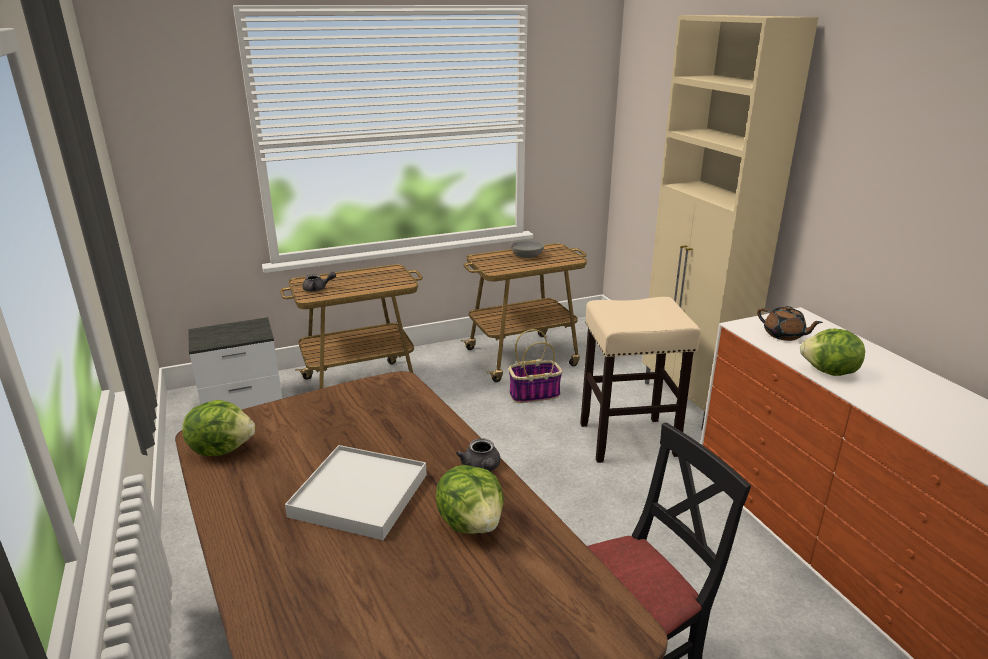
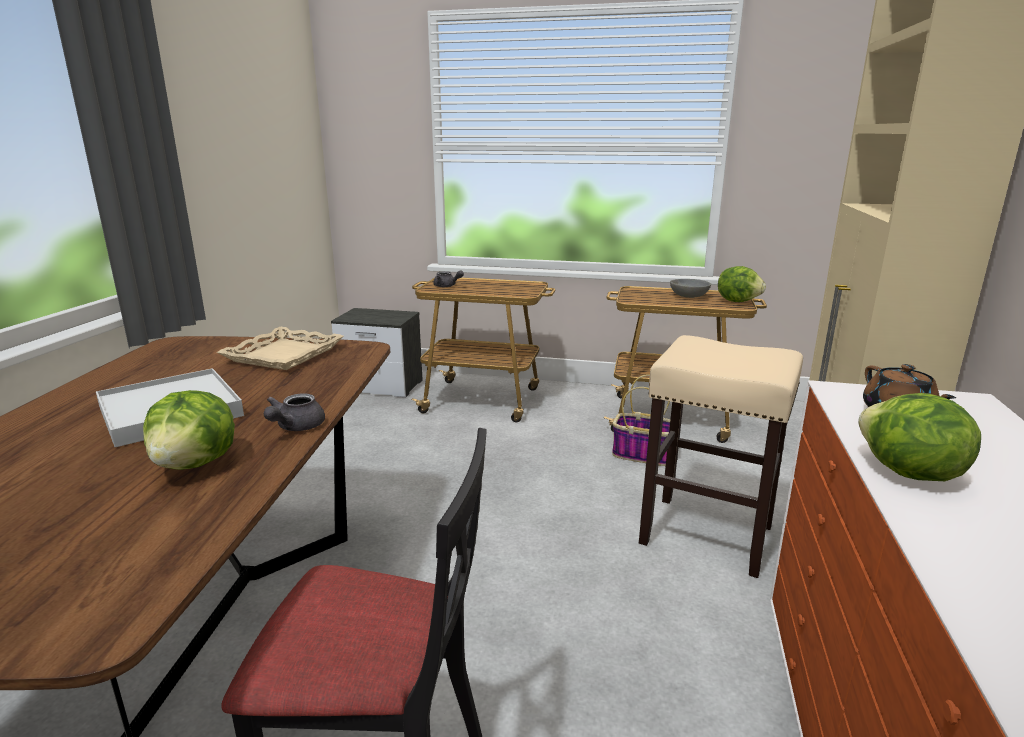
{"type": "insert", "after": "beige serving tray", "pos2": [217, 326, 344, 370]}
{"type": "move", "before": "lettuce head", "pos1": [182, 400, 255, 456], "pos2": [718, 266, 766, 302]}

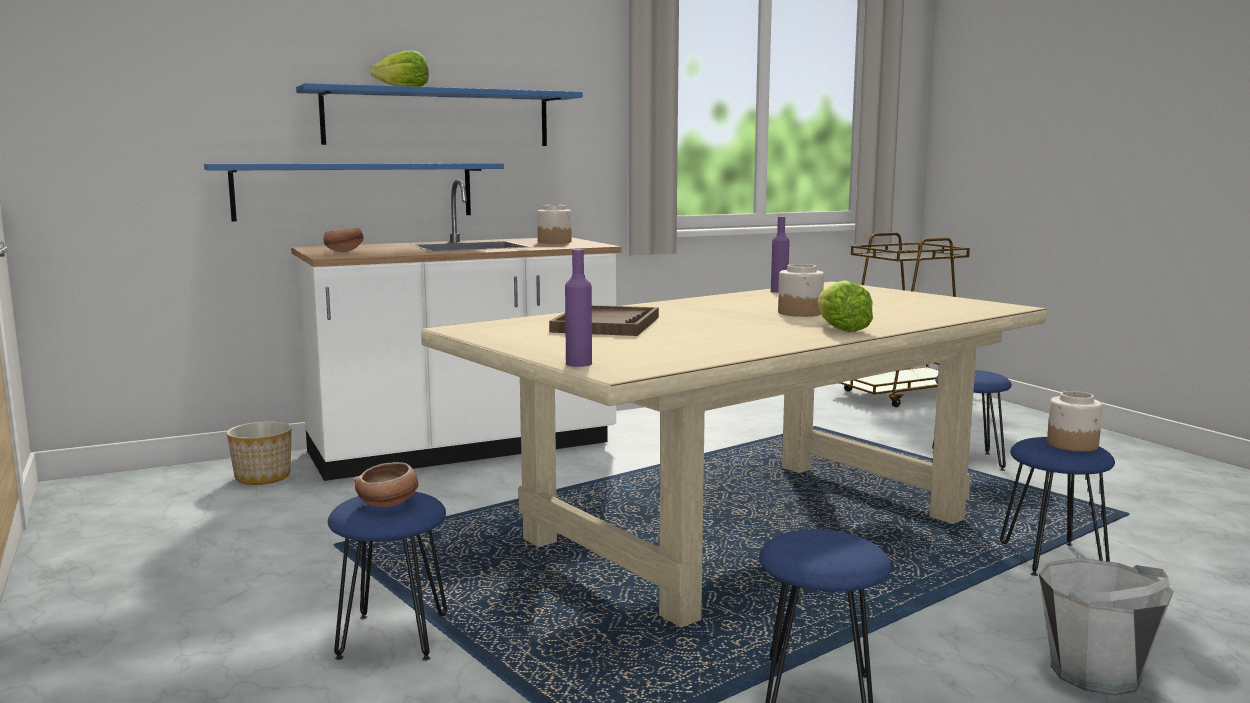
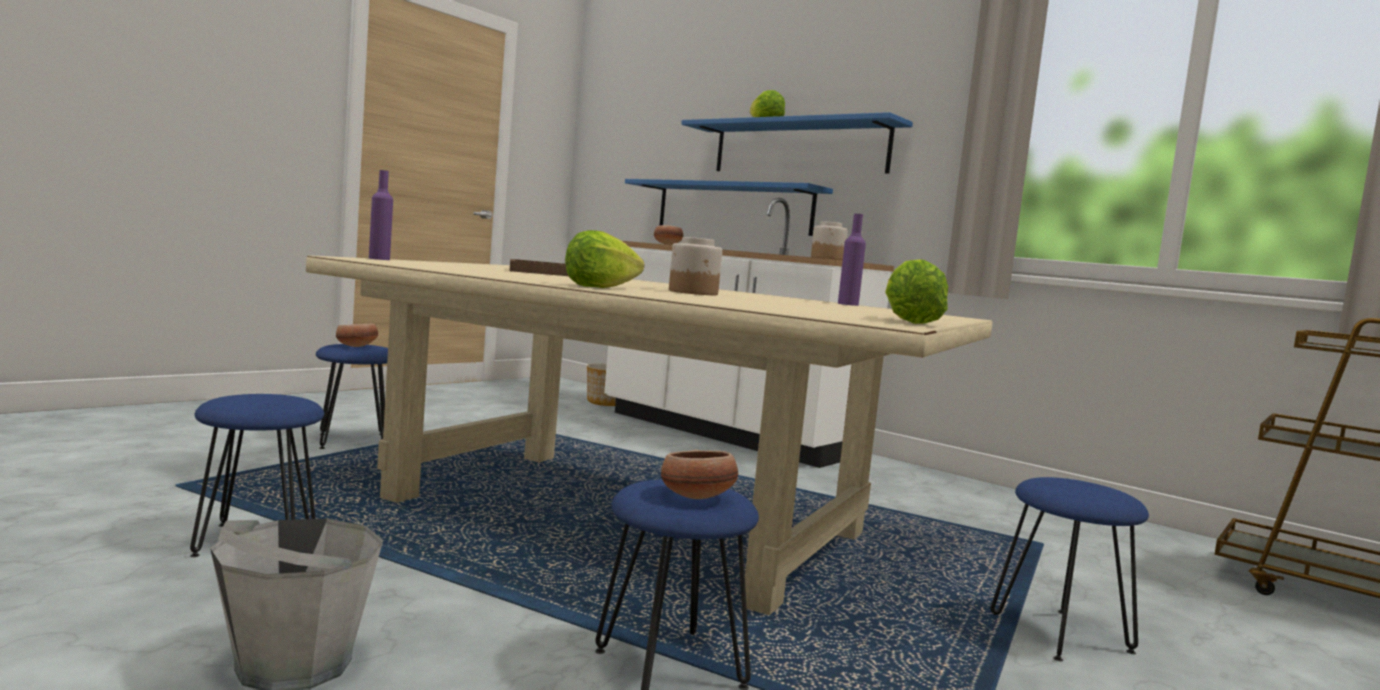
{"type": "insert", "after": "lettuce head", "pos2": [885, 259, 948, 324]}
{"type": "replace", "before": "storage jar", "after": "bowl", "pos1": [1047, 391, 1103, 452], "pos2": [661, 449, 738, 499]}

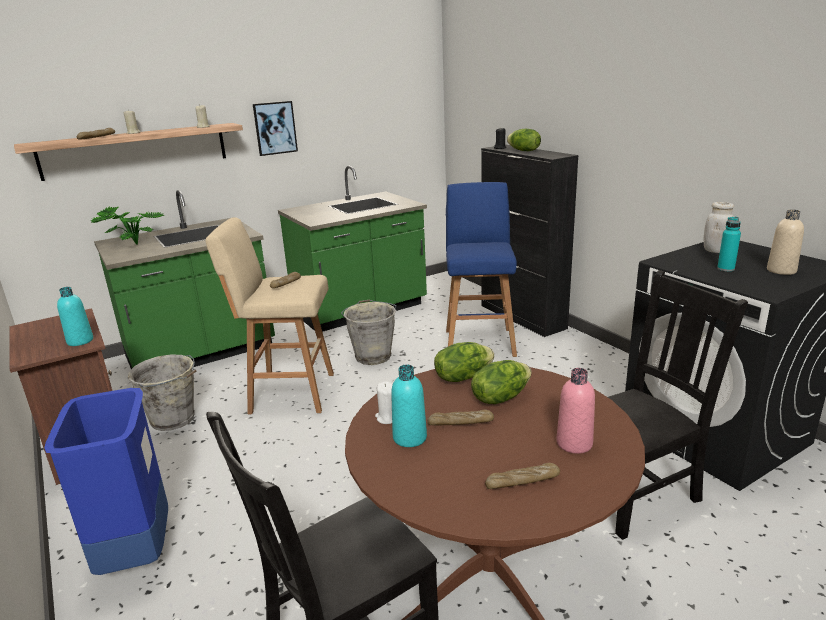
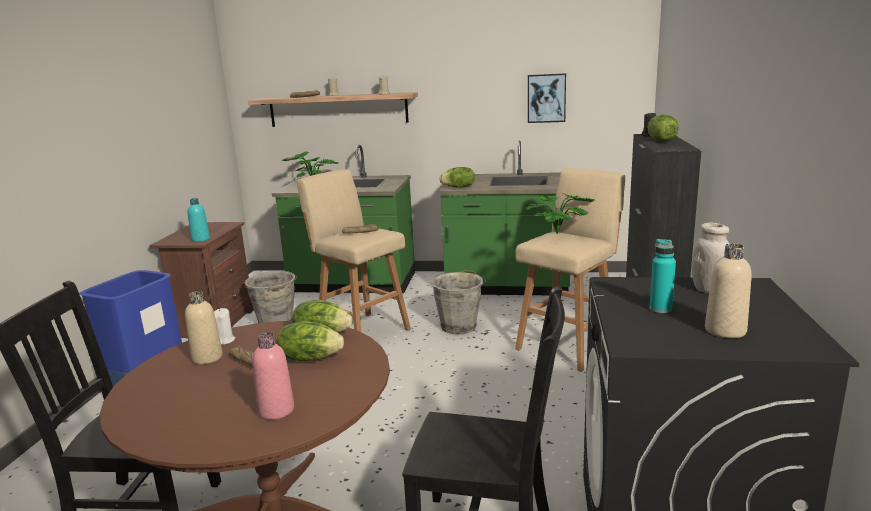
{"type": "delete", "before": "bakery bread", "pos1": [485, 463, 560, 489]}
{"type": "insert", "after": "lettuce head", "pos2": [439, 167, 475, 188]}
{"type": "insert", "after": "potted plant", "pos2": [526, 193, 595, 234]}
{"type": "move", "before": "wall art", "pos1": [253, 101, 298, 156], "pos2": [528, 73, 566, 123]}
{"type": "recolor", "before": "turquoise bottle", "after": "beige bottle", "pos1": [391, 365, 427, 447], "pos2": [185, 291, 223, 364]}
{"type": "recolor", "before": "blue sitting stool", "after": "beige sitting stool", "pos1": [446, 182, 517, 357], "pos2": [515, 168, 625, 372]}

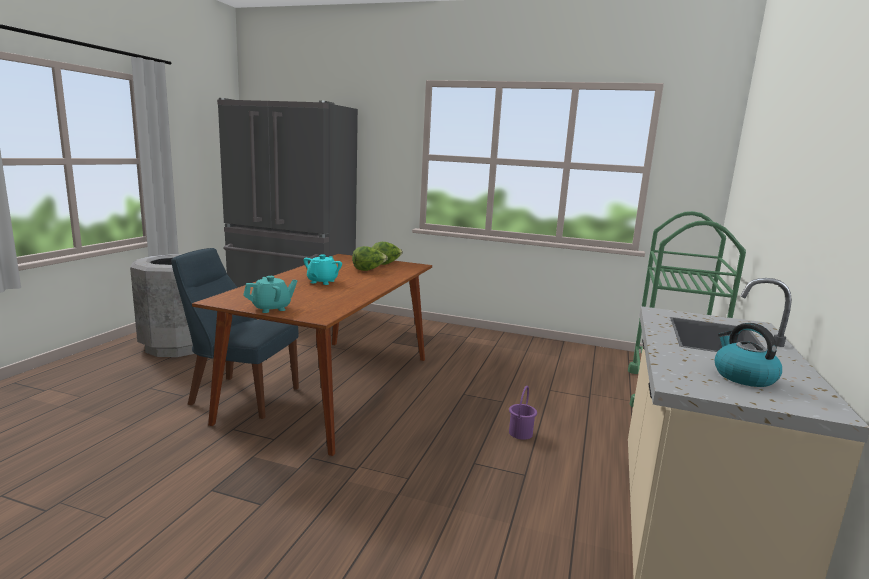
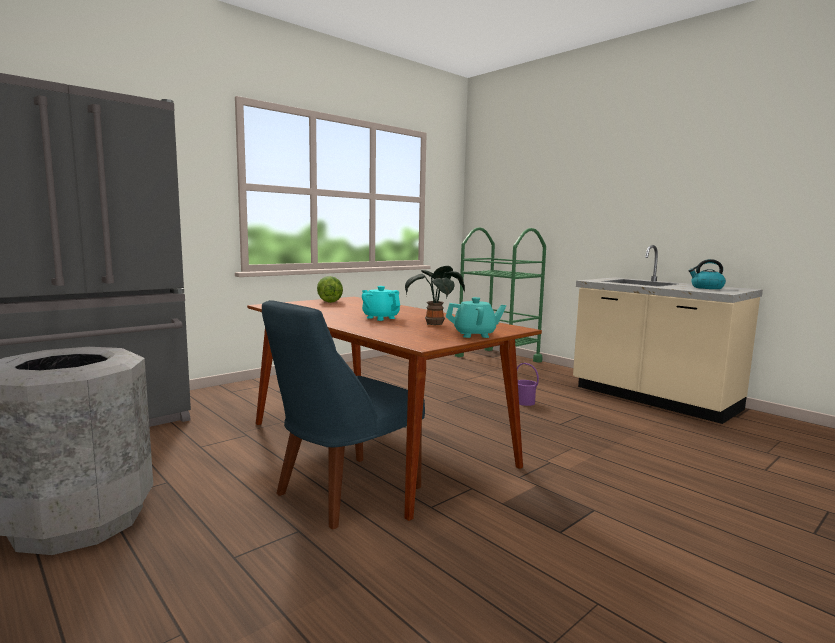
{"type": "delete", "before": "lettuce head", "pos1": [352, 246, 388, 271]}
{"type": "insert", "after": "potted plant", "pos2": [405, 266, 465, 325]}
{"type": "rotate", "before": "turquoise tea pot", "pos1": [243, 276, 298, 313], "pos2": [445, 297, 506, 338], "turn": 90}

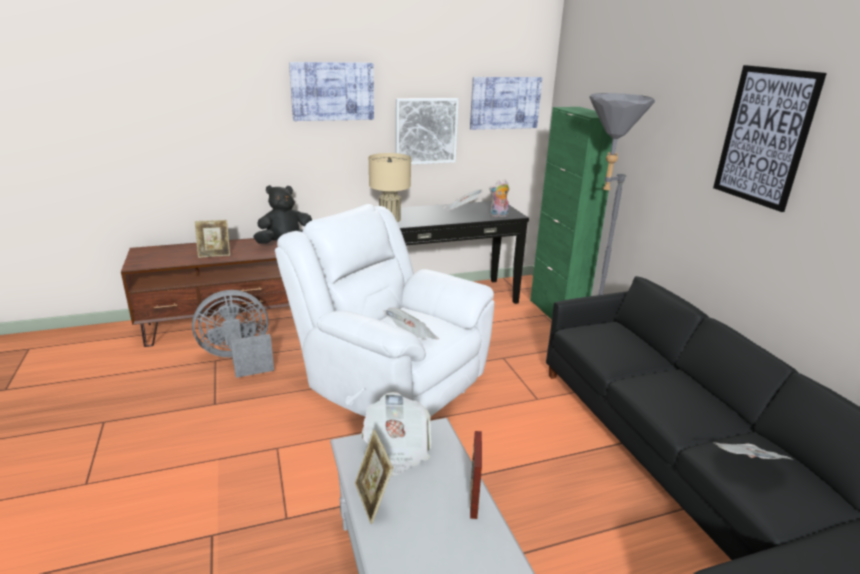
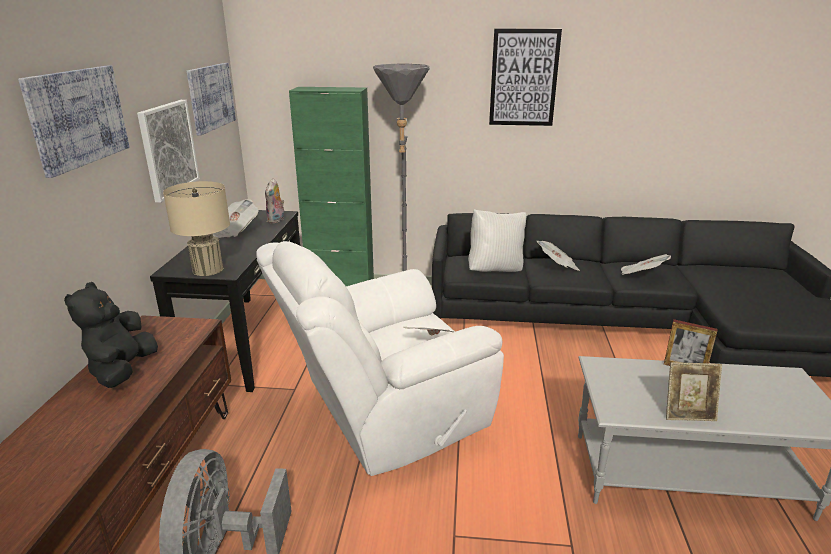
{"type": "delete", "before": "standing frame", "pos1": [194, 220, 230, 258]}
{"type": "insert", "after": "white throw pillow", "pos2": [468, 209, 527, 272]}
{"type": "move", "before": "newspaper", "pos1": [361, 392, 431, 476], "pos2": [537, 241, 580, 271]}

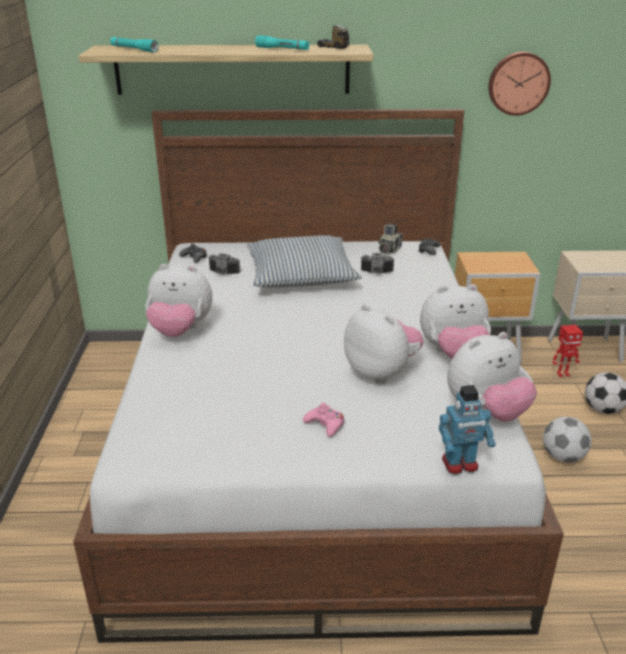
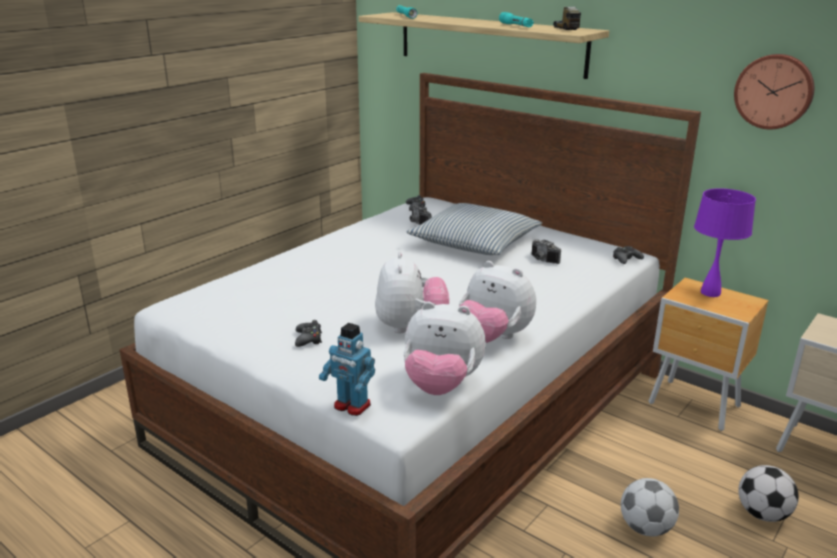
{"type": "delete", "before": "cuddly toy", "pos1": [145, 264, 213, 337]}
{"type": "delete", "before": "still camera", "pos1": [378, 224, 402, 254]}
{"type": "delete", "before": "robot figure", "pos1": [553, 325, 583, 377]}
{"type": "insert", "after": "purple lamp for a table", "pos2": [694, 188, 756, 297]}
{"type": "recolor", "before": "pinkish gamepad", "after": "blackish gamepad", "pos1": [303, 403, 344, 437], "pos2": [295, 320, 322, 347]}

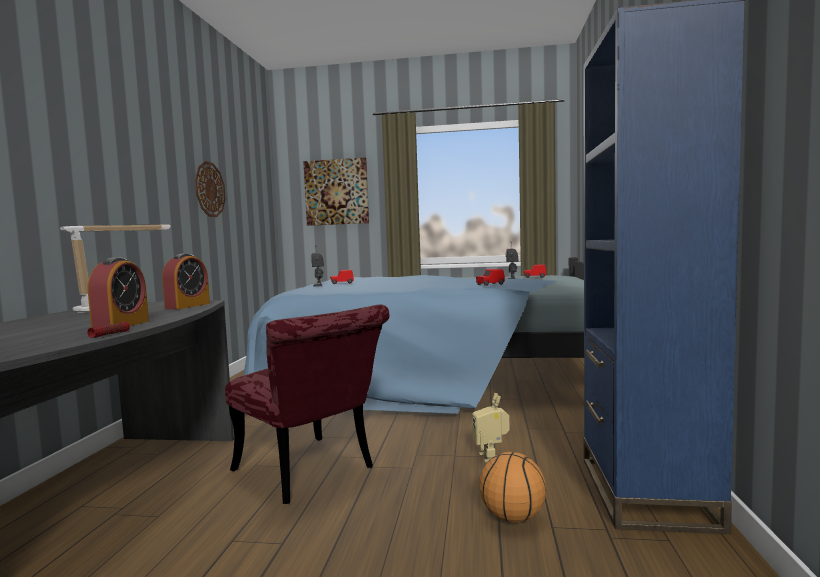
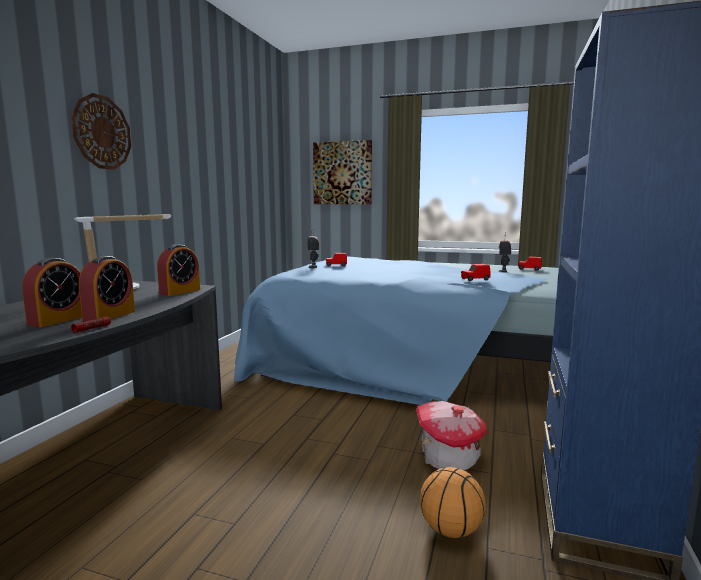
{"type": "delete", "before": "red-coloured upright chair", "pos1": [225, 305, 389, 504]}
{"type": "insert", "after": "table clock", "pos2": [22, 258, 82, 327]}
{"type": "move", "before": "clock on the wall", "pos1": [195, 161, 226, 217], "pos2": [71, 93, 131, 170]}
{"type": "replace", "before": "robot figure", "after": "toy house", "pos1": [472, 393, 510, 462], "pos2": [416, 401, 487, 470]}

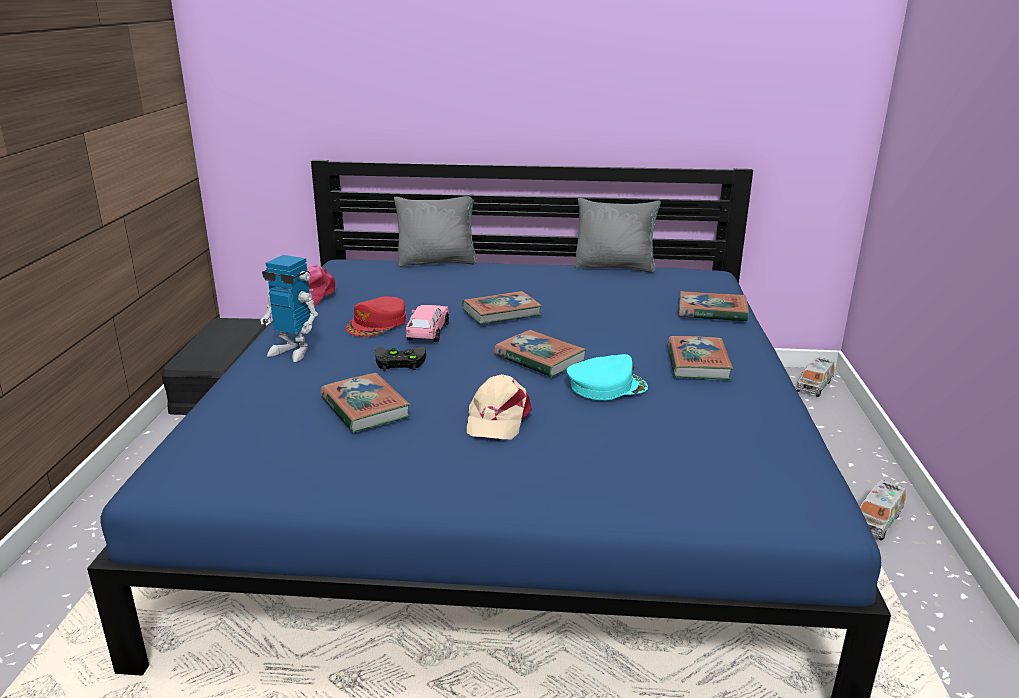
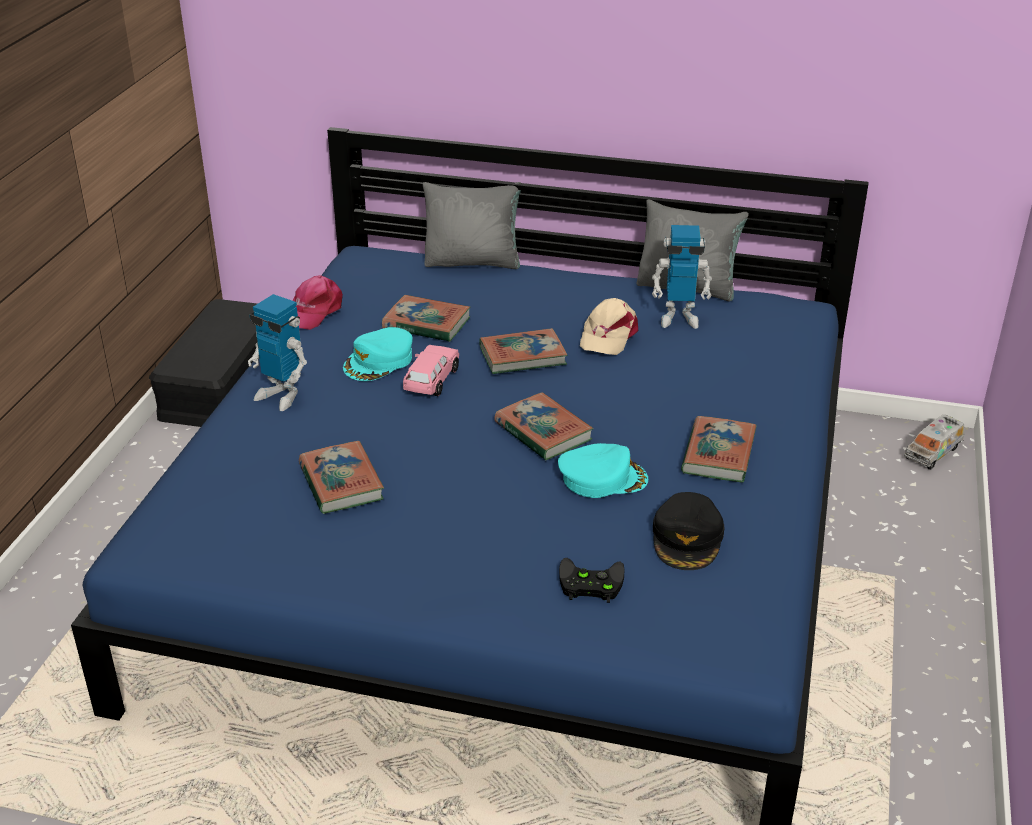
{"type": "delete", "before": "toy truck", "pos1": [860, 480, 906, 541]}
{"type": "insert", "after": "robot figure", "pos2": [652, 225, 712, 329]}
{"type": "insert", "after": "blackish peaked cap", "pos2": [653, 492, 724, 570]}
{"type": "move", "before": "blackish gamepad", "pos1": [375, 346, 426, 371], "pos2": [559, 558, 624, 603]}
{"type": "move", "before": "beige peaked cap", "pos1": [467, 374, 532, 439], "pos2": [580, 298, 638, 355]}
{"type": "move", "before": "bound book", "pos1": [679, 291, 749, 322], "pos2": [382, 295, 470, 342]}
{"type": "recolor", "before": "red-coloured peaked cap", "after": "turquoise peaked cap", "pos1": [346, 296, 406, 337], "pos2": [343, 327, 413, 381]}

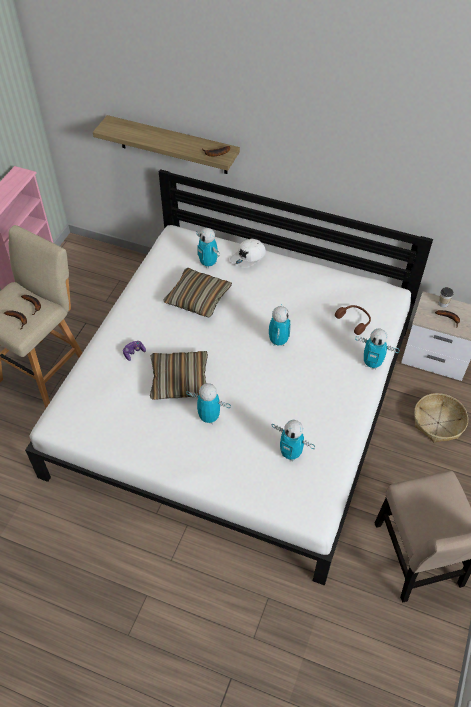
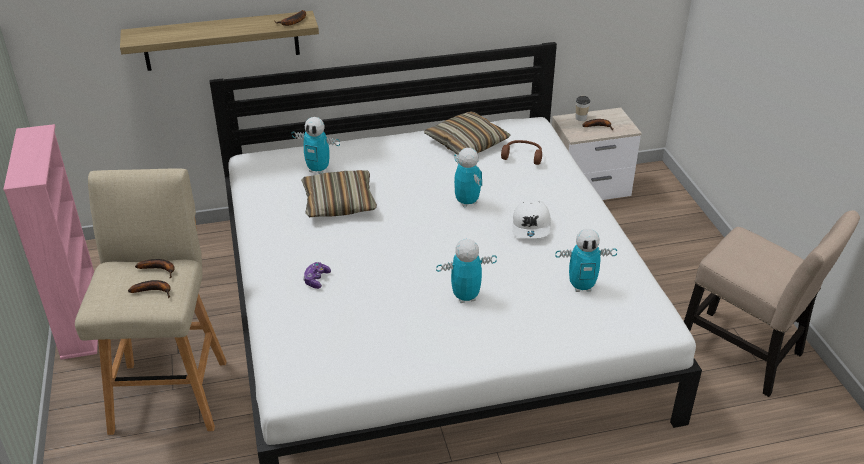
{"type": "delete", "before": "robot figure", "pos1": [355, 328, 399, 369]}
{"type": "delete", "before": "household basket", "pos1": [414, 393, 468, 443]}
{"type": "move", "before": "throw pillow", "pos1": [150, 351, 208, 400], "pos2": [424, 111, 511, 155]}
{"type": "move", "before": "white peaked cap", "pos1": [230, 239, 266, 267], "pos2": [512, 200, 551, 238]}

